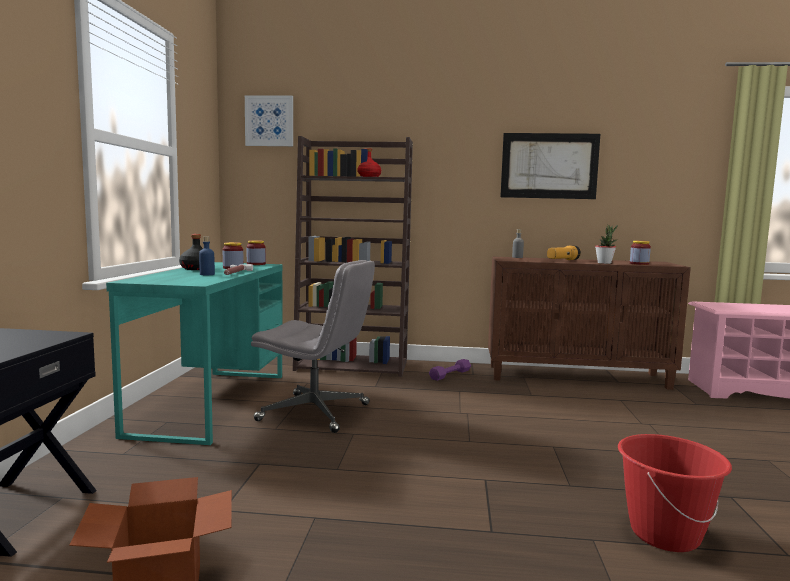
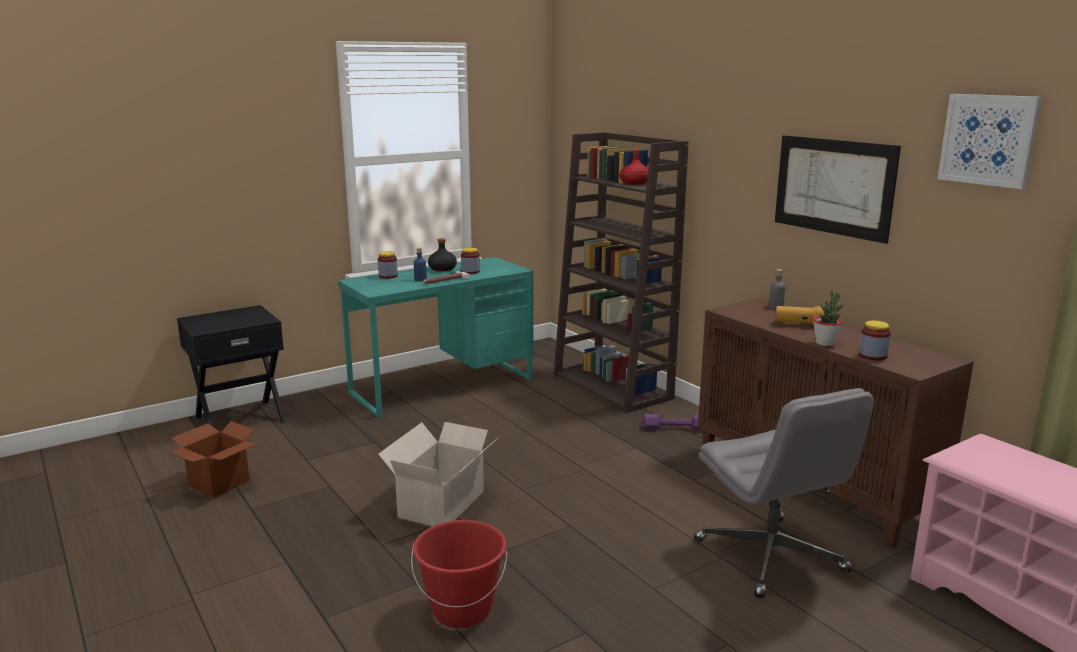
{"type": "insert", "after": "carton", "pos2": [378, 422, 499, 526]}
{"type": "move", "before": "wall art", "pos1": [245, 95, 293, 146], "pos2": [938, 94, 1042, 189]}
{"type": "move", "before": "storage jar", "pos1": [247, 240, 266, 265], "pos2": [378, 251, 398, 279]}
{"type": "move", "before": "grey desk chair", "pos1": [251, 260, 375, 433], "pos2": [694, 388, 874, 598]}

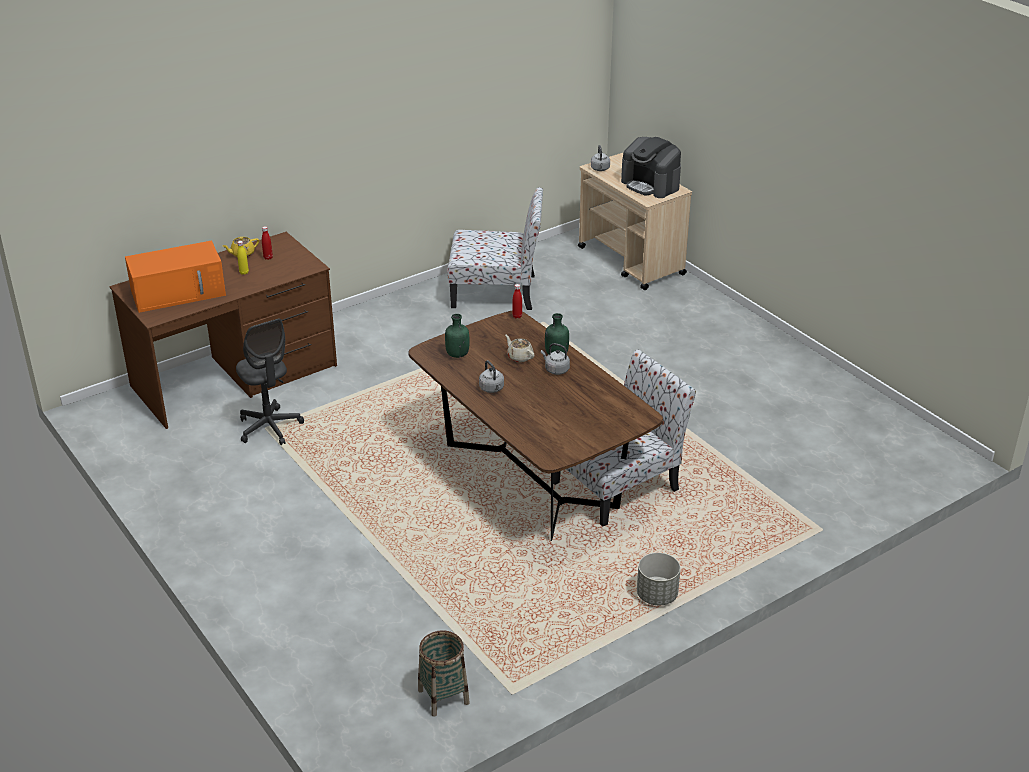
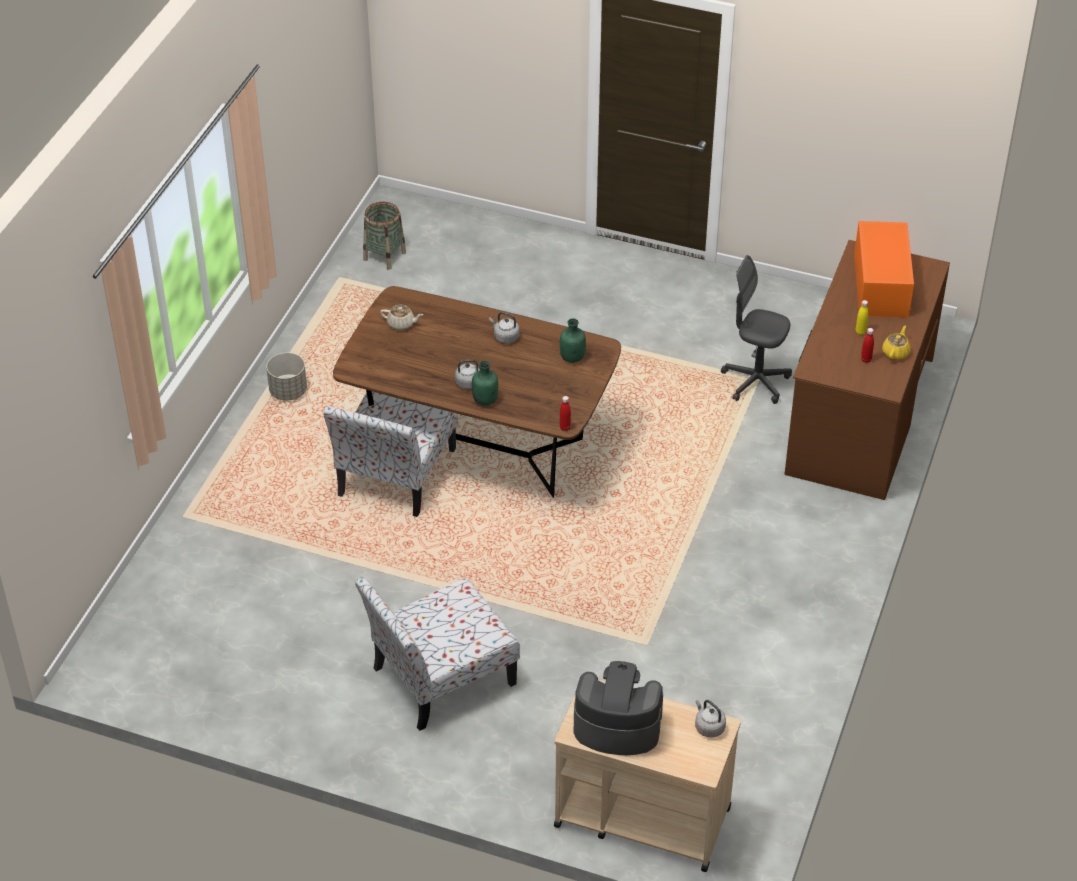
{"type": "move", "before": "upright chair", "pos1": [447, 187, 543, 310], "pos2": [355, 577, 520, 731]}
{"type": "move", "before": "beige tea pot", "pos1": [505, 335, 534, 362], "pos2": [380, 305, 423, 330]}
{"type": "rotate", "before": "orangey microwave", "pos1": [125, 241, 226, 313], "pos2": [854, 221, 914, 317], "turn": 150}

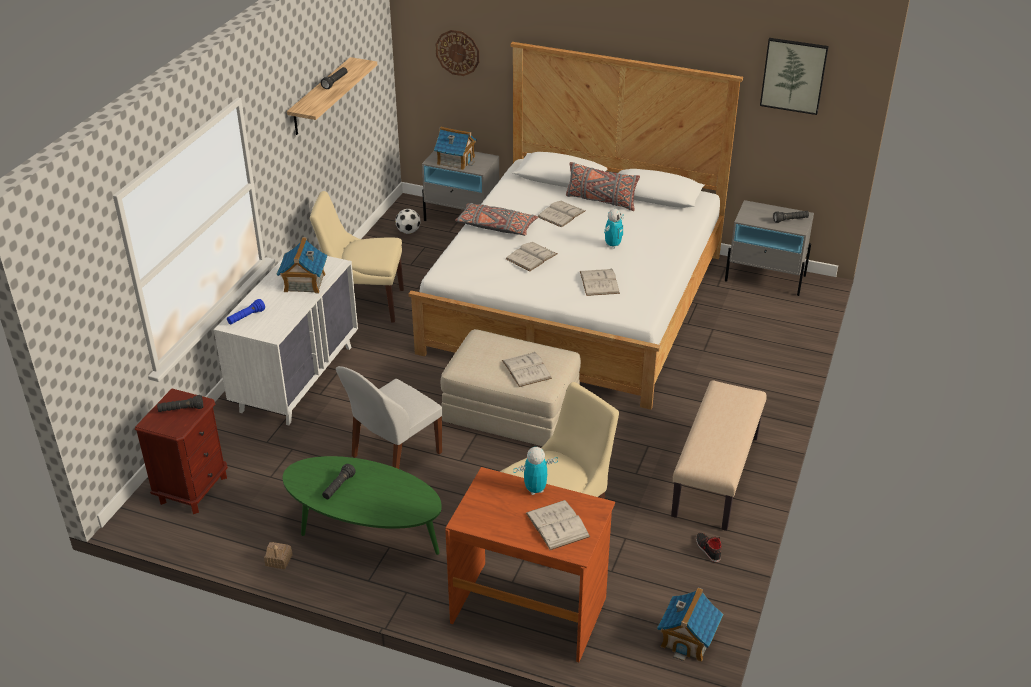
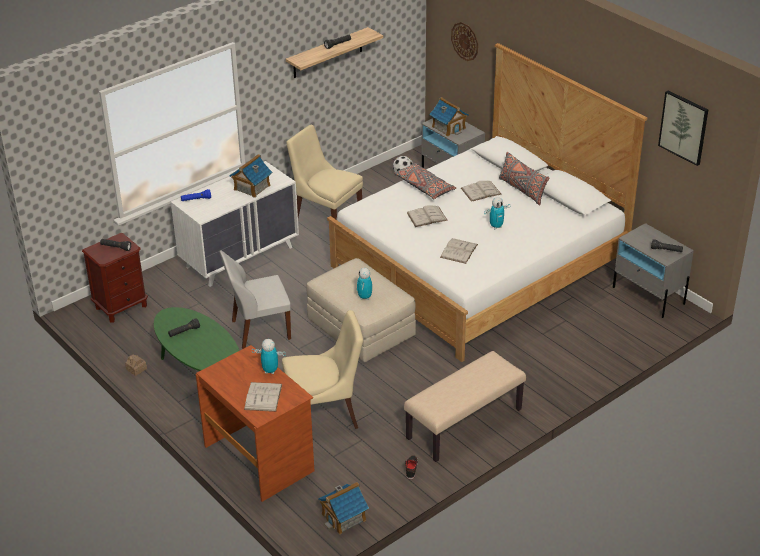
{"type": "replace", "before": "white bound book", "after": "robot figure", "pos1": [502, 352, 552, 387], "pos2": [357, 268, 372, 300]}

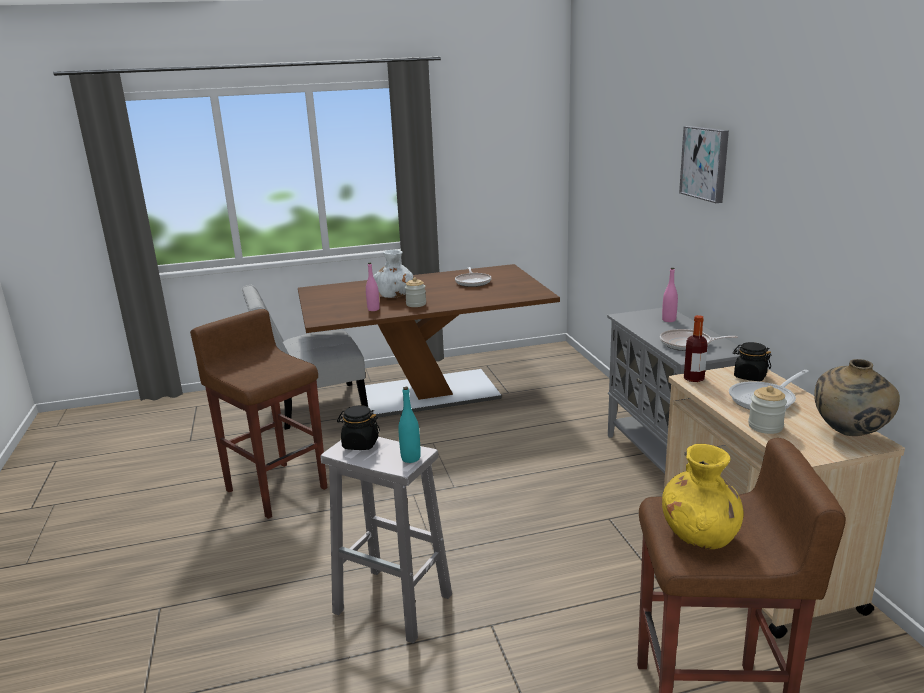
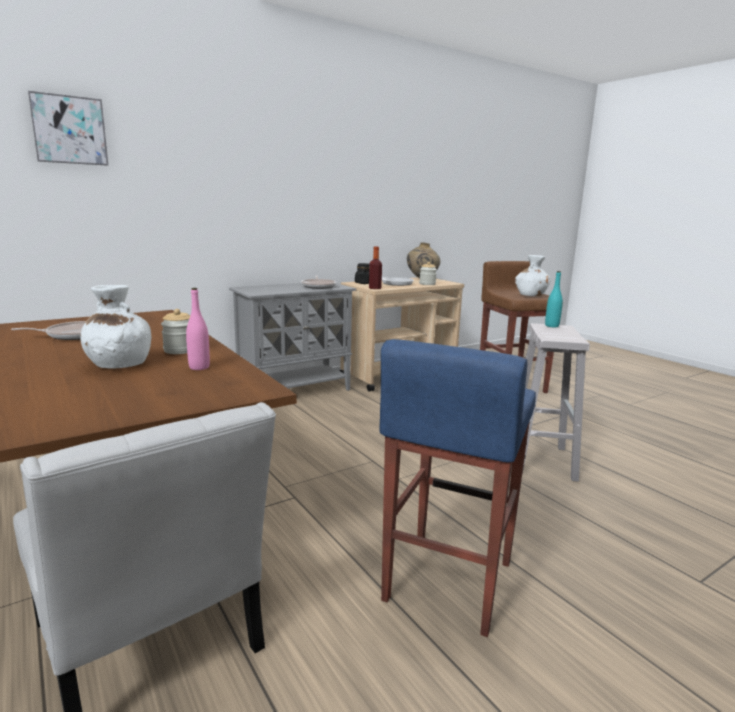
{"type": "delete", "before": "blackish storage jar", "pos1": [337, 405, 380, 450]}
{"type": "delete", "before": "pinkish bottle", "pos1": [662, 268, 678, 322]}
{"type": "move", "before": "wall art", "pos1": [679, 126, 729, 203], "pos2": [28, 91, 108, 166]}
{"type": "recolor", "before": "brown-coloured sitting stool", "after": "blue sitting stool", "pos1": [190, 309, 327, 519], "pos2": [380, 339, 536, 637]}
{"type": "recolor", "before": "yellow-coloured vase", "after": "white vase", "pos1": [662, 444, 744, 549], "pos2": [515, 255, 551, 296]}

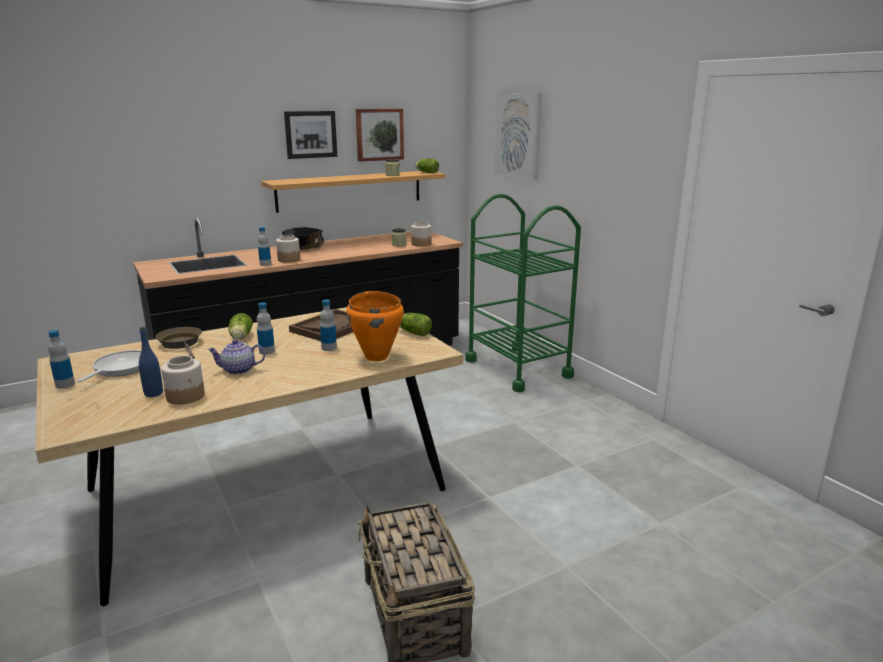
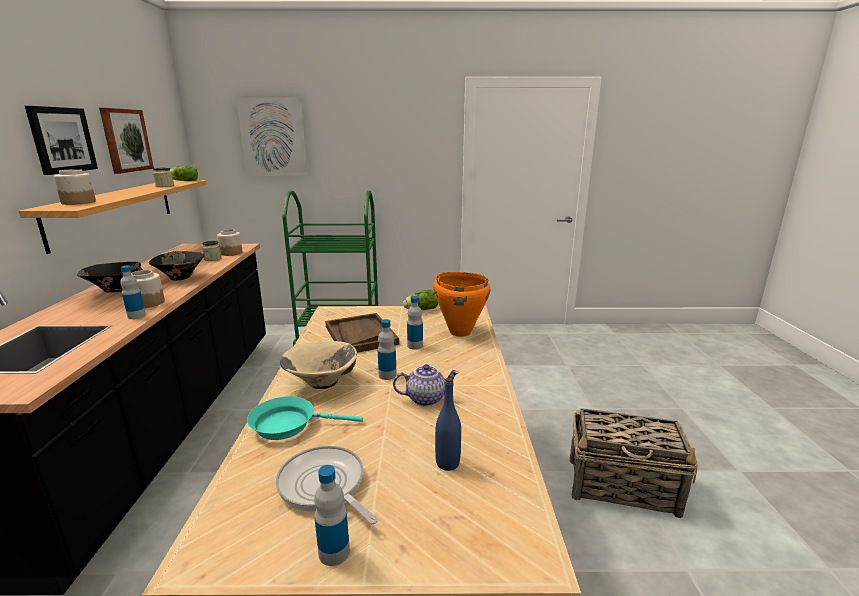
{"type": "insert", "after": "blackish bowl", "pos2": [149, 251, 204, 280]}
{"type": "move", "before": "storage jar", "pos1": [161, 356, 205, 404], "pos2": [54, 169, 96, 205]}
{"type": "replace", "before": "lettuce head", "after": "beige bowl", "pos1": [228, 313, 253, 340], "pos2": [280, 341, 357, 389]}
{"type": "recolor", "before": "brown-coloured frying pan", "after": "turquoise frying pan", "pos1": [155, 327, 202, 359], "pos2": [247, 396, 363, 440]}
{"type": "rotate", "before": "tea pot", "pos1": [207, 340, 265, 375], "pos2": [393, 364, 459, 406], "turn": -120}

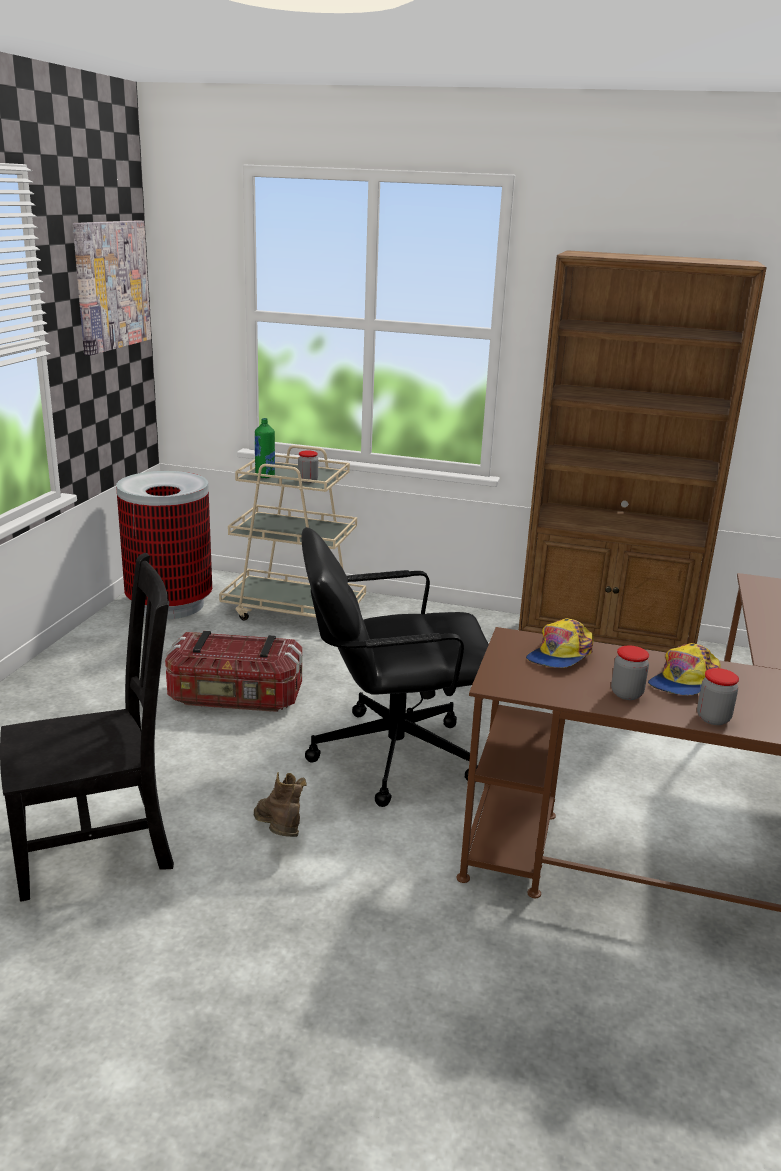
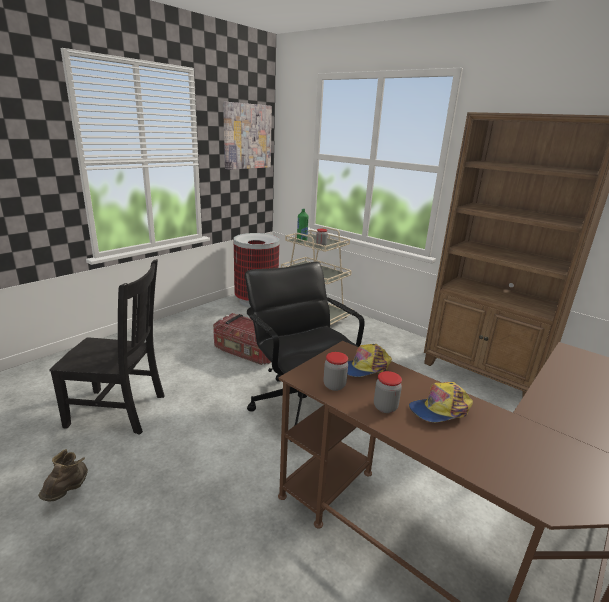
{"type": "move", "before": "brown-coloured boot", "pos1": [254, 772, 307, 837], "pos2": [38, 449, 88, 501]}
{"type": "move", "before": "storage jar", "pos1": [697, 668, 739, 725], "pos2": [323, 352, 348, 391]}
{"type": "rotate", "before": "blackish desk chair", "pos1": [301, 527, 489, 807], "pos2": [245, 262, 365, 442], "turn": 45}

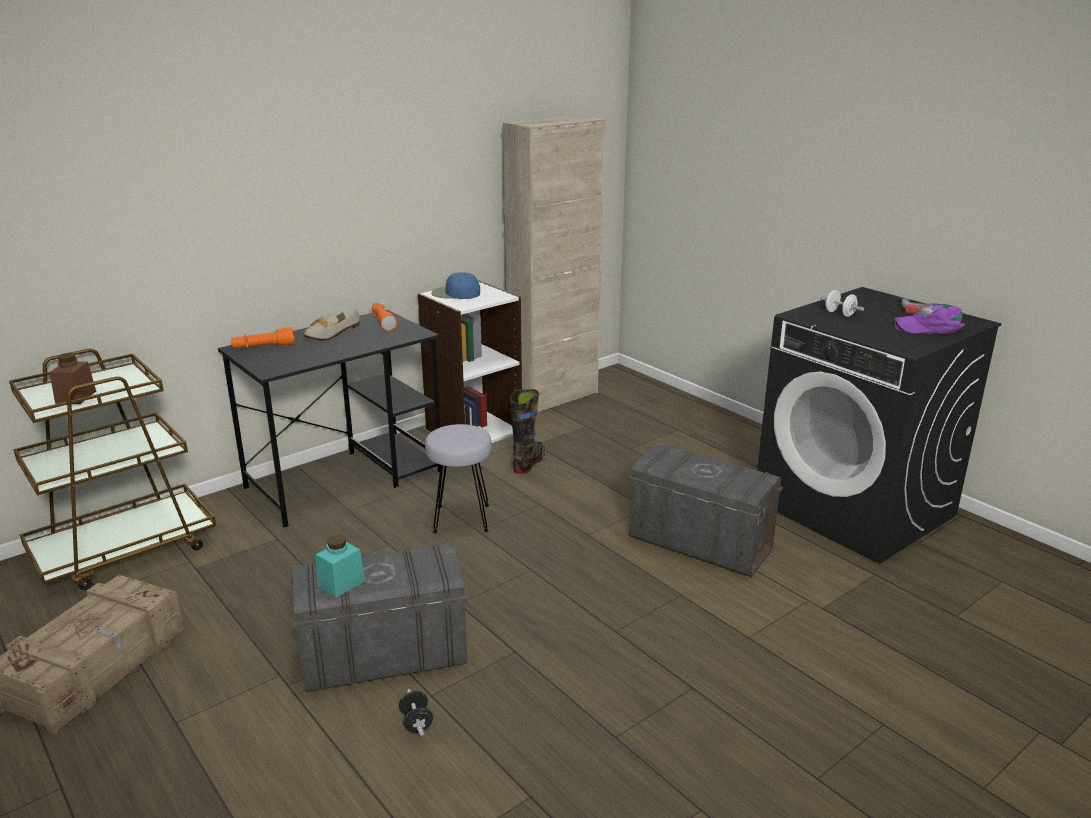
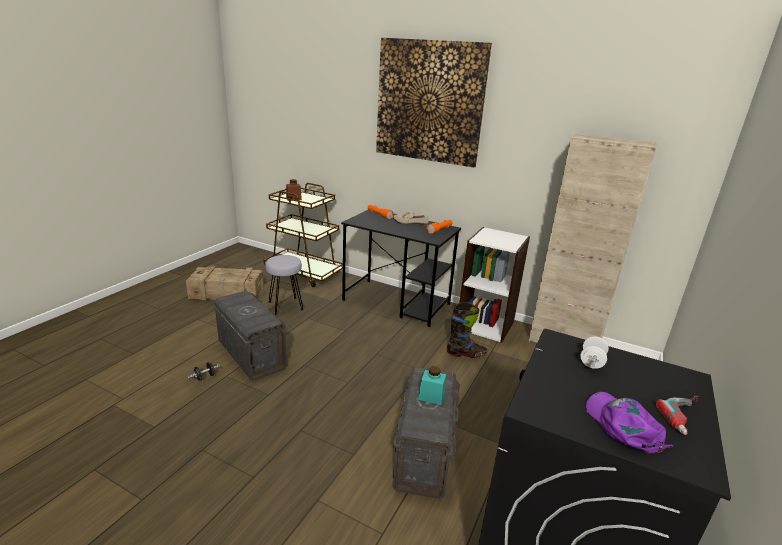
{"type": "delete", "before": "blue peaked cap", "pos1": [431, 272, 480, 299]}
{"type": "insert", "after": "wall art", "pos2": [376, 38, 492, 168]}
{"type": "move", "before": "turquoise storage jar", "pos1": [315, 535, 365, 598], "pos2": [418, 366, 446, 405]}
{"type": "move", "before": "grey sitting stool", "pos1": [425, 424, 492, 533], "pos2": [265, 255, 304, 315]}

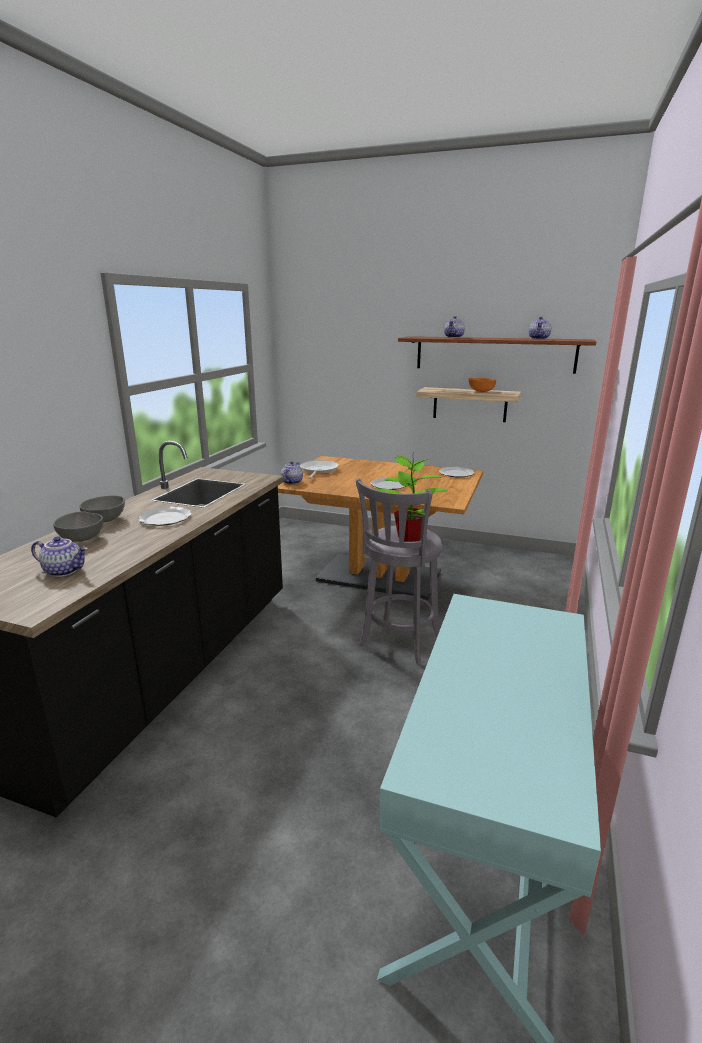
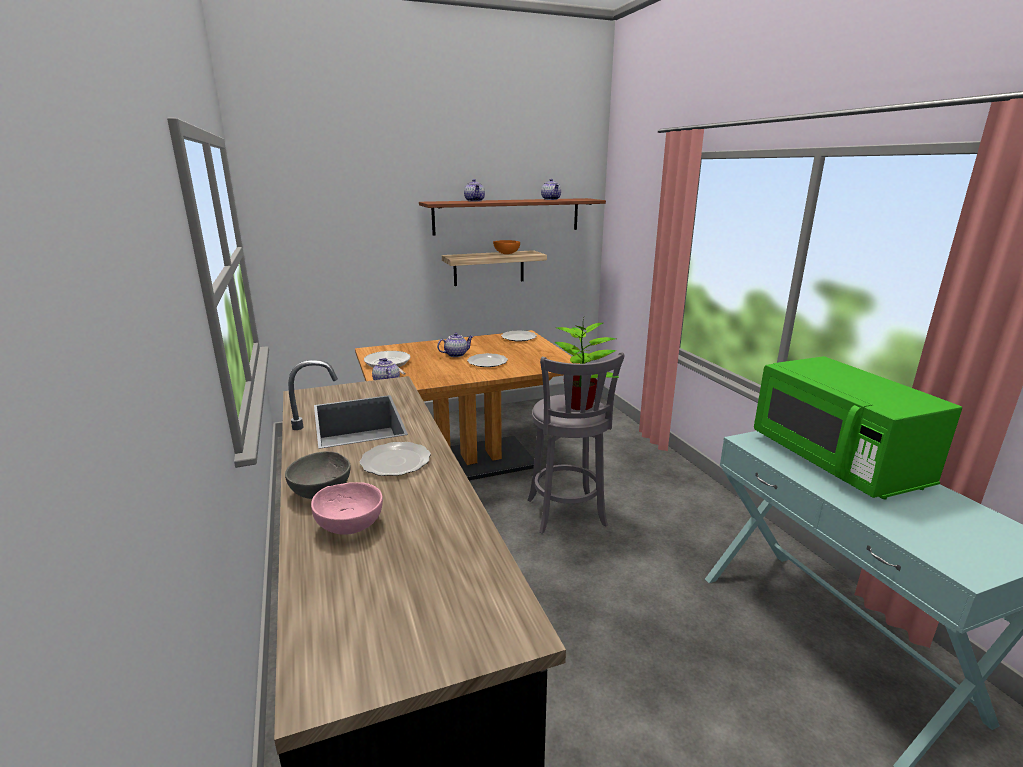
{"type": "insert", "after": "green-coloured microwave", "pos2": [754, 356, 962, 499]}
{"type": "move", "before": "tea pot", "pos1": [31, 536, 88, 577], "pos2": [437, 333, 474, 357]}
{"type": "recolor", "before": "grey bowl", "after": "pinkish bowl", "pos1": [53, 511, 103, 542], "pos2": [311, 482, 383, 535]}

